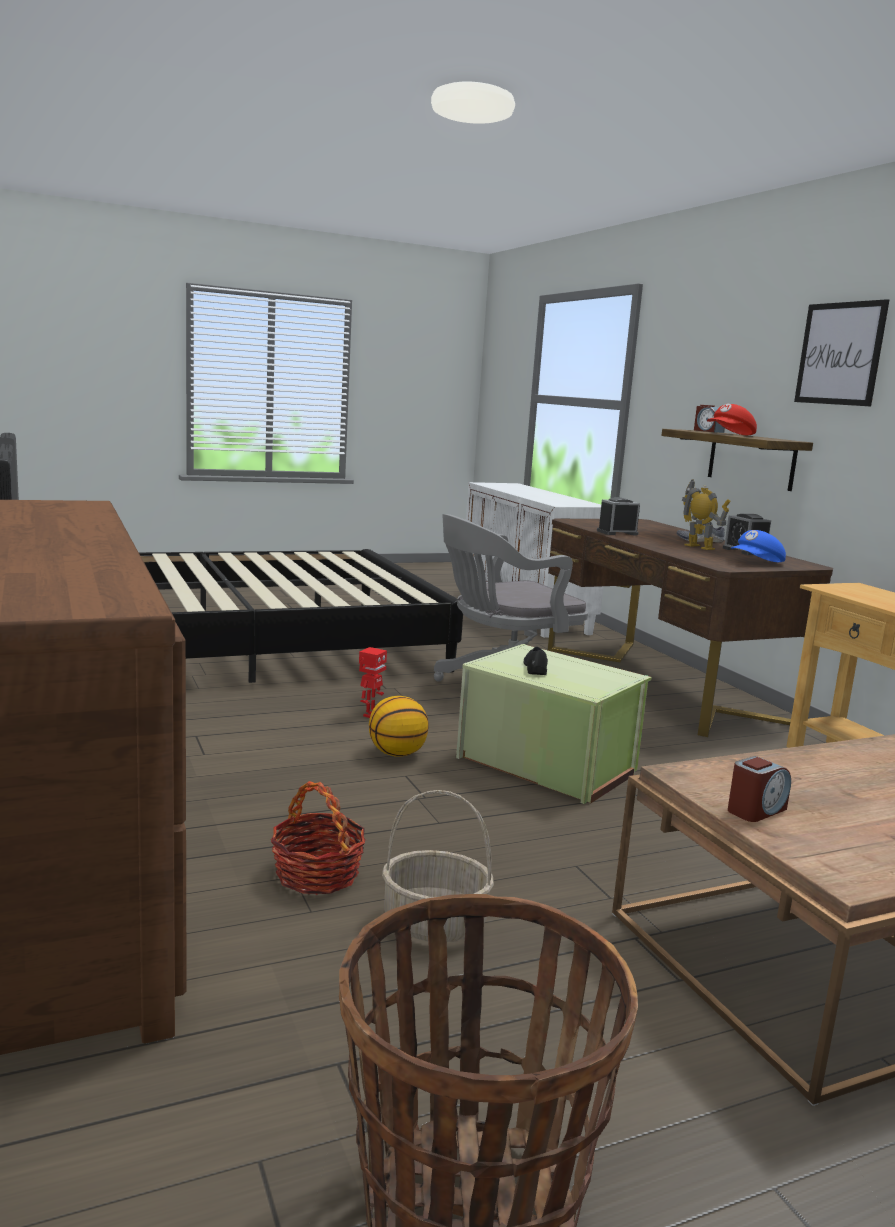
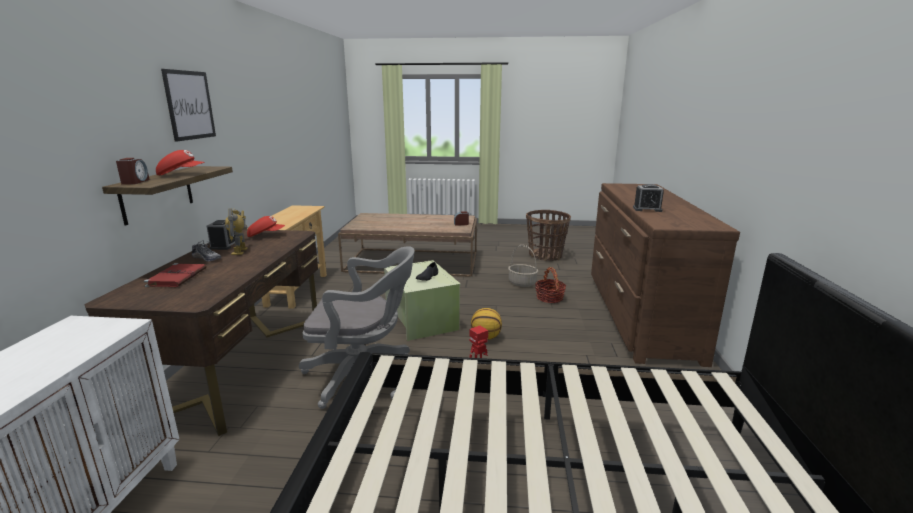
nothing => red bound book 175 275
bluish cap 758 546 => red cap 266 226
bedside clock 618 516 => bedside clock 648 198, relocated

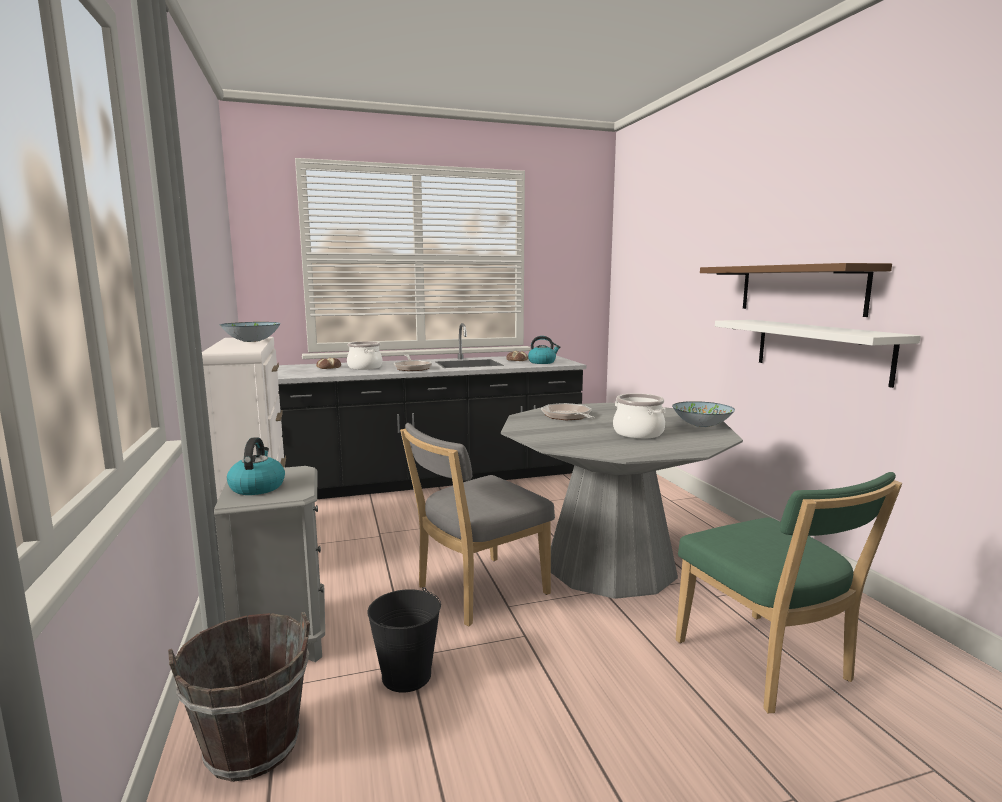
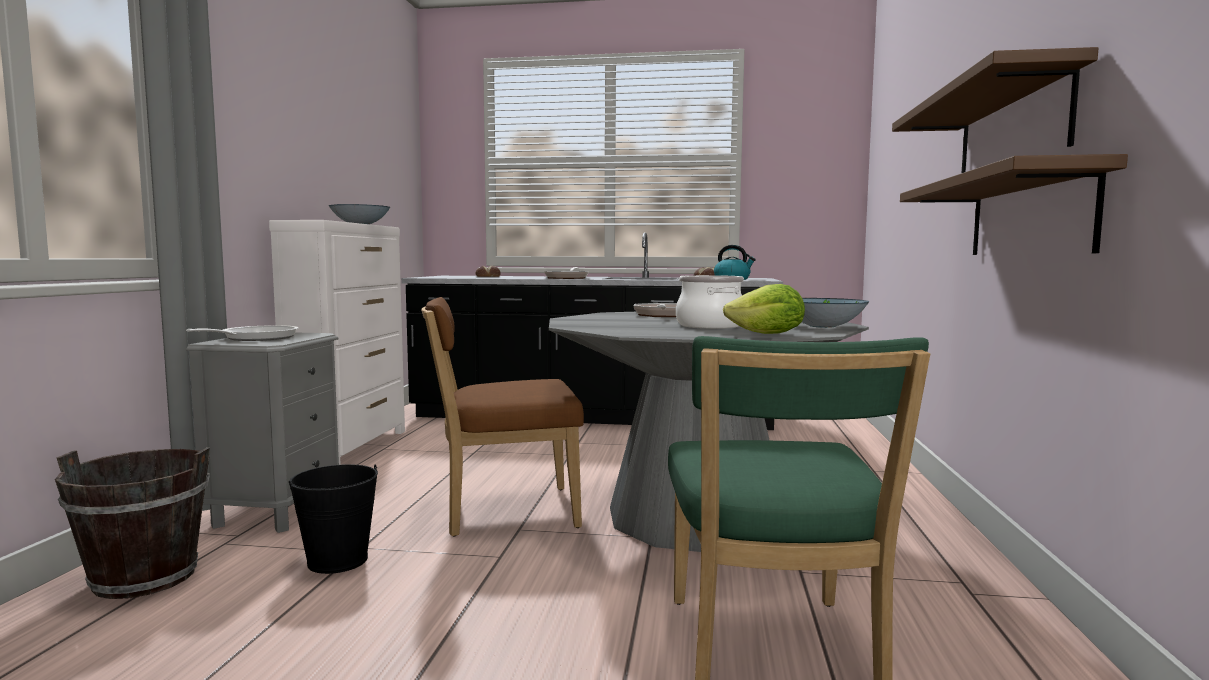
water kettle 256 466 => pan 242 333
grey upright chair 477 524 => brownish upright chair 502 417
nothing => head of lettuce 764 309
white wall shelf 818 354 => brownish wall shelf 1014 204
stockpot 364 355 => nothing

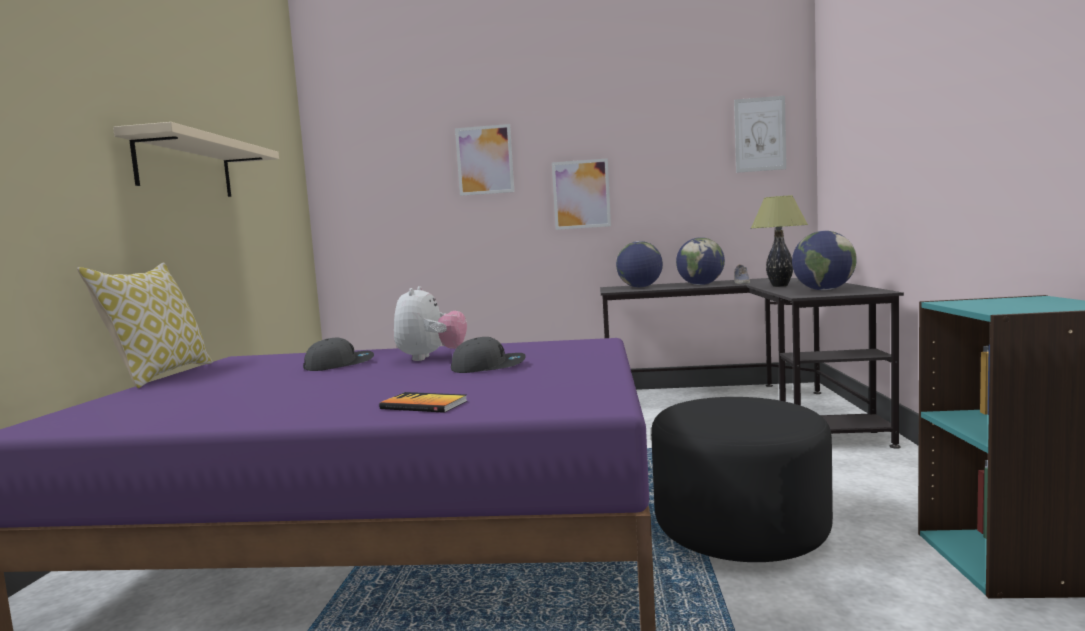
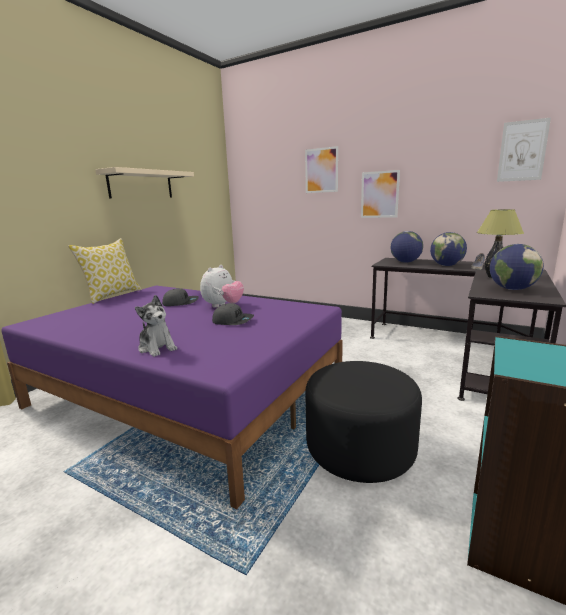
bound book 423 402 => plush toy 156 326

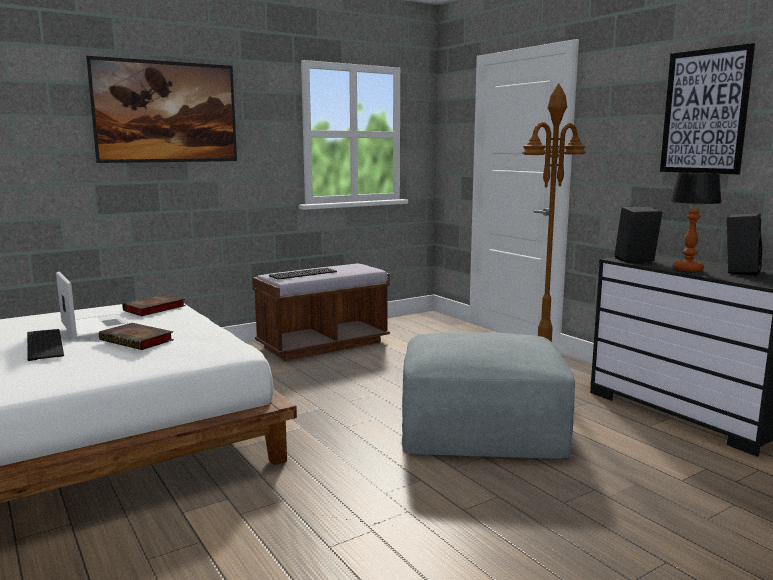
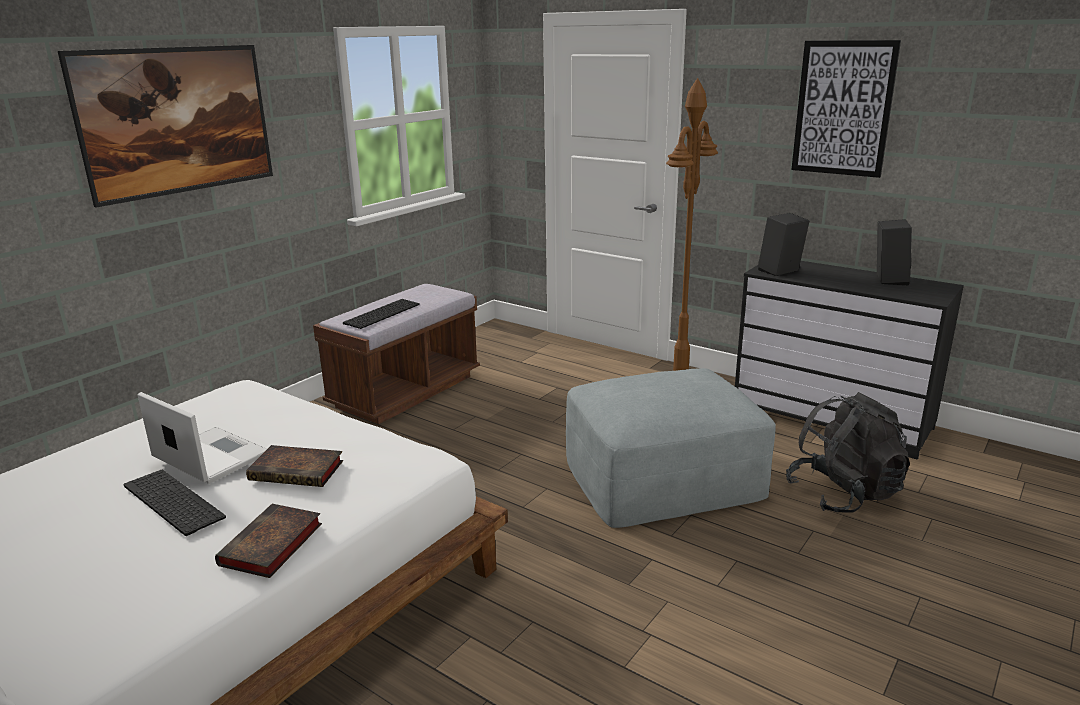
bound book 154 305 => bound book 268 541, relocated
nothing => black-coloured backpack 848 452
lamp for a table 696 222 => nothing

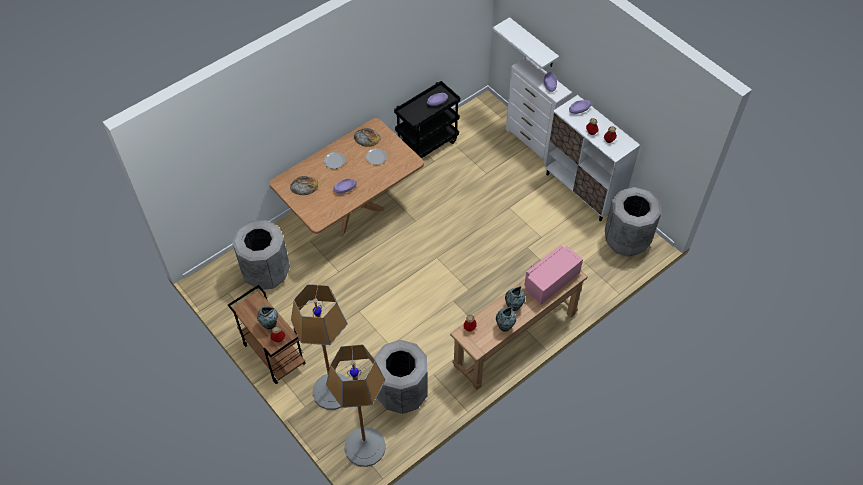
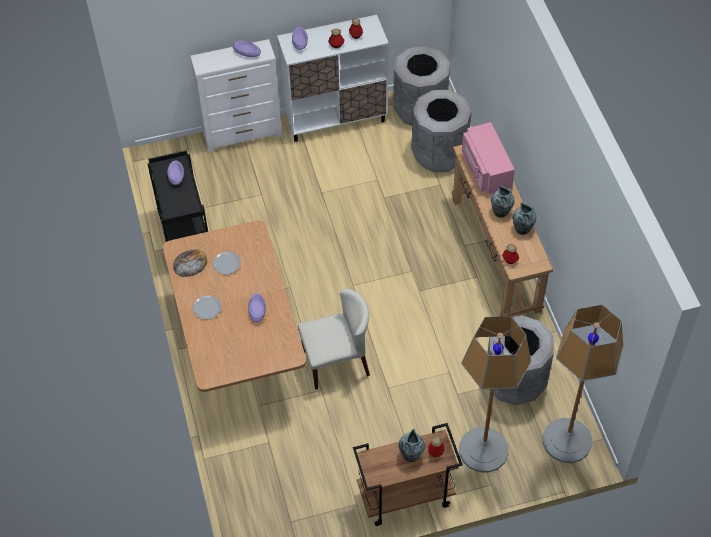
nothing => beige-coloured upright chair 334 339
grey waste bin 261 255 => grey waste bin 441 131, relocated
baked bread 304 185 => nothing
white wall shelf 525 43 => nothing

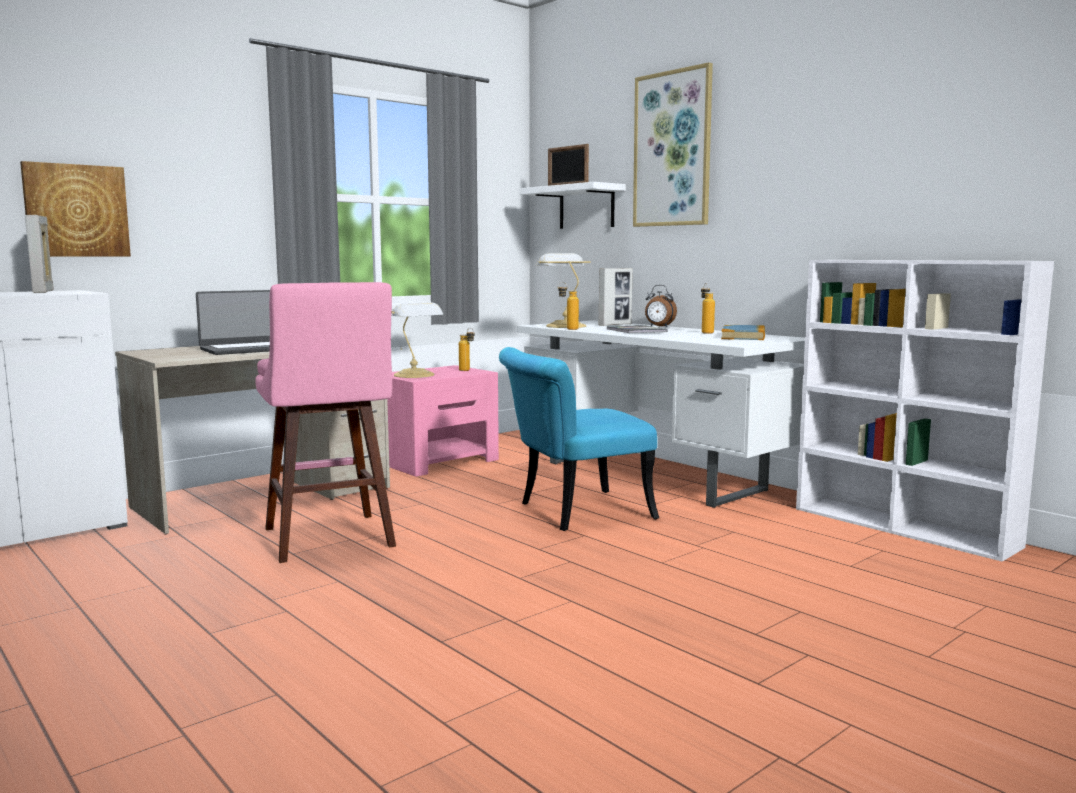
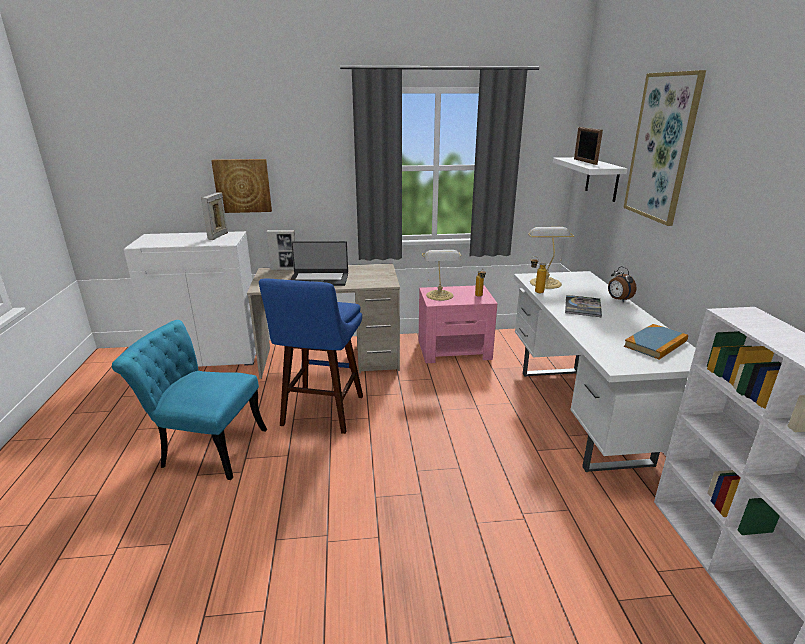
turquoise-coloured upright chair 579 439 => turquoise-coloured upright chair 189 400, relocated
pinkish stool seat 325 422 => bluish stool seat 311 356
standing frame 615 297 => standing frame 281 250, relocated
drink bottle 708 308 => nothing

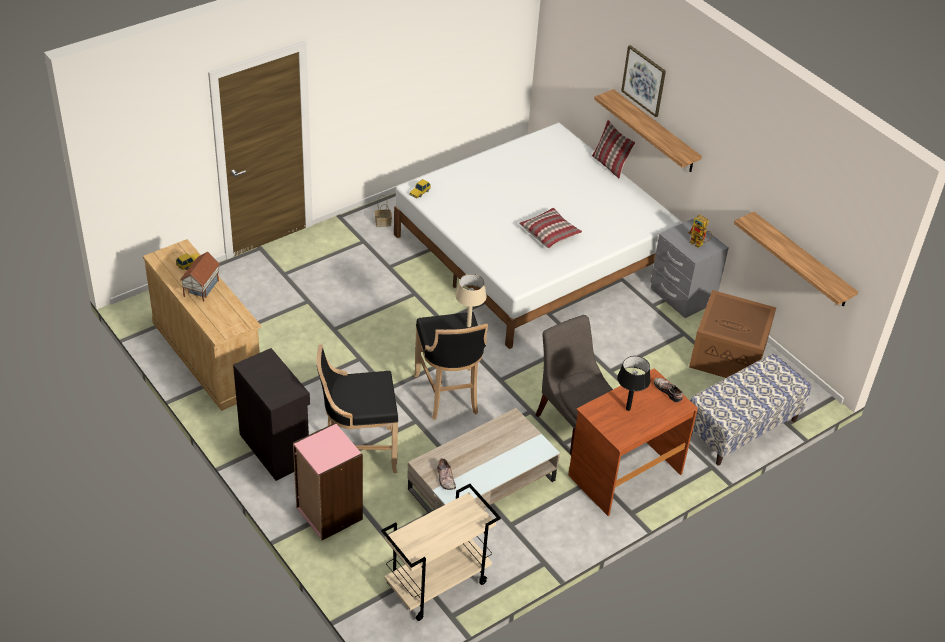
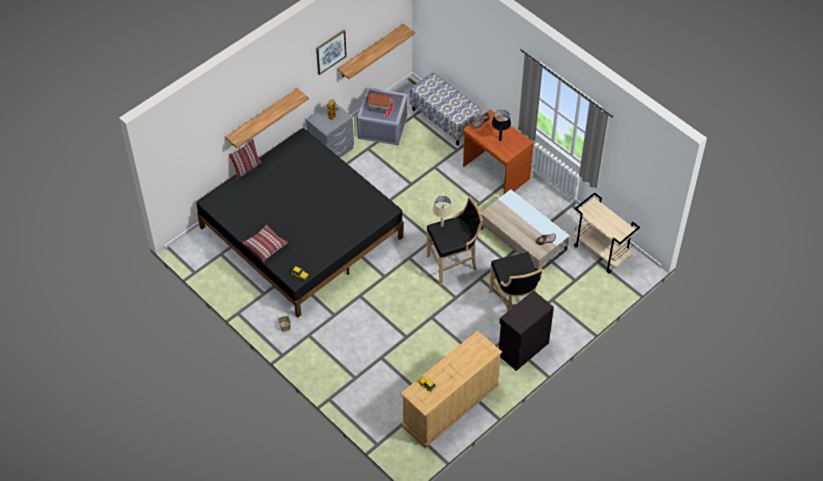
white bed 538 236 => black-coloured bed 299 223
throw pillow 550 228 => throw pillow 265 243, relocated
picture 643 81 => picture 331 52, relocated
brownish storage bin 732 334 => grey storage bin 382 116
toy house 200 276 => toy house 380 104, relocated
pinkish bookshelf 328 481 => nothing
grey upright chair 574 385 => nothing

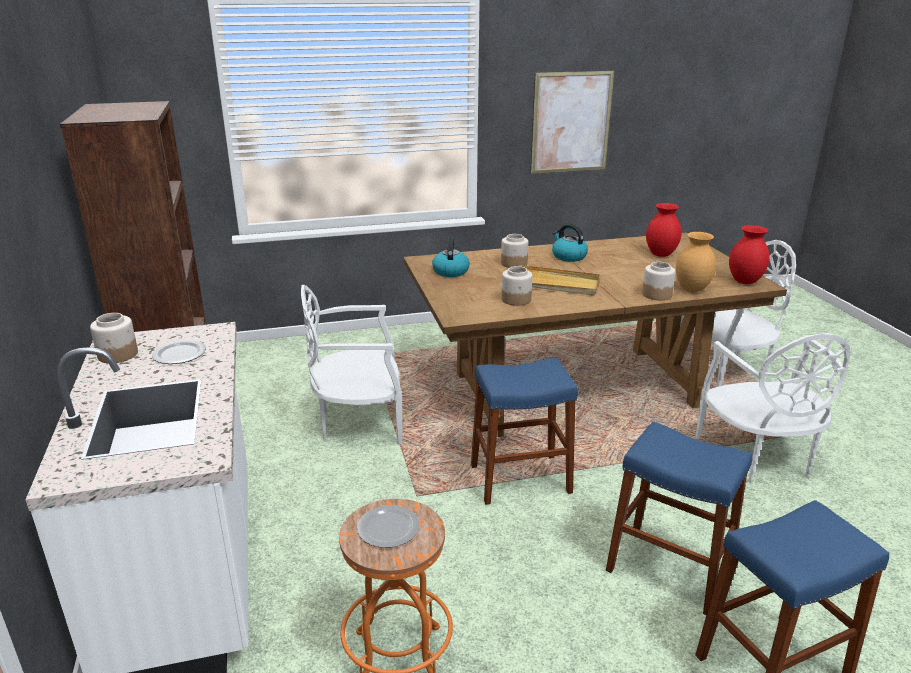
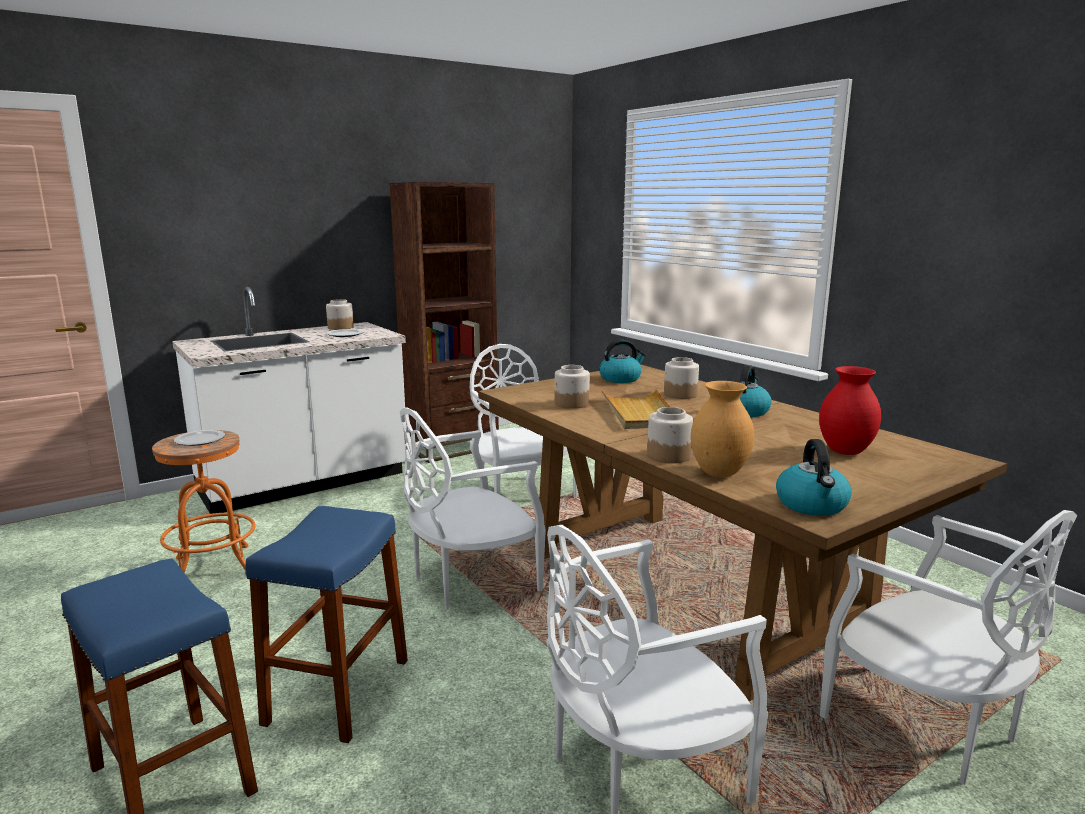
bluish stool seat 524 431 => white upright chair 473 508
red flower vase 749 254 => water kettle 814 477
picture 572 122 => nothing

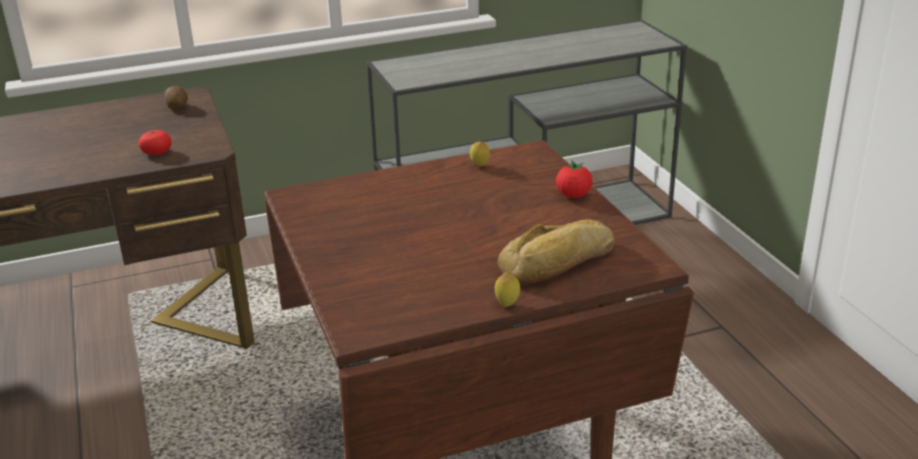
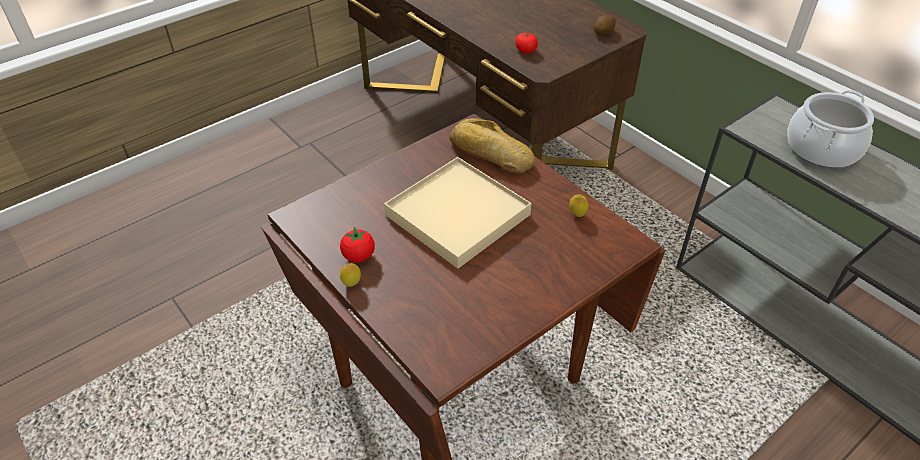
whole tomato 574 179 => whole tomato 357 245, relocated
nothing => beige-coloured carrying tray 458 213
baked bread 556 252 => baked bread 492 146, relocated
nothing => stockpot 830 129

